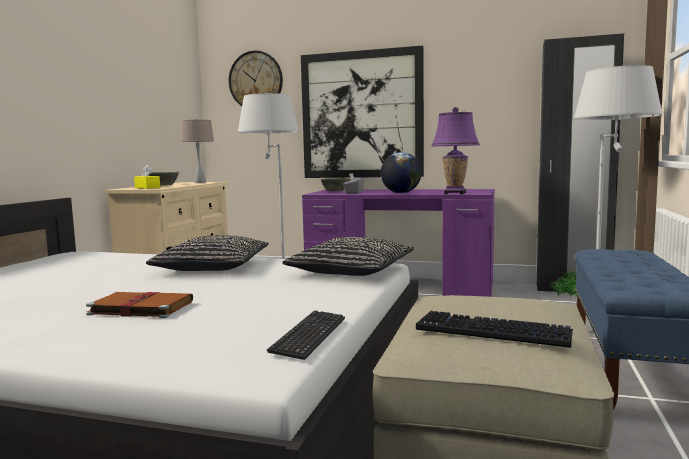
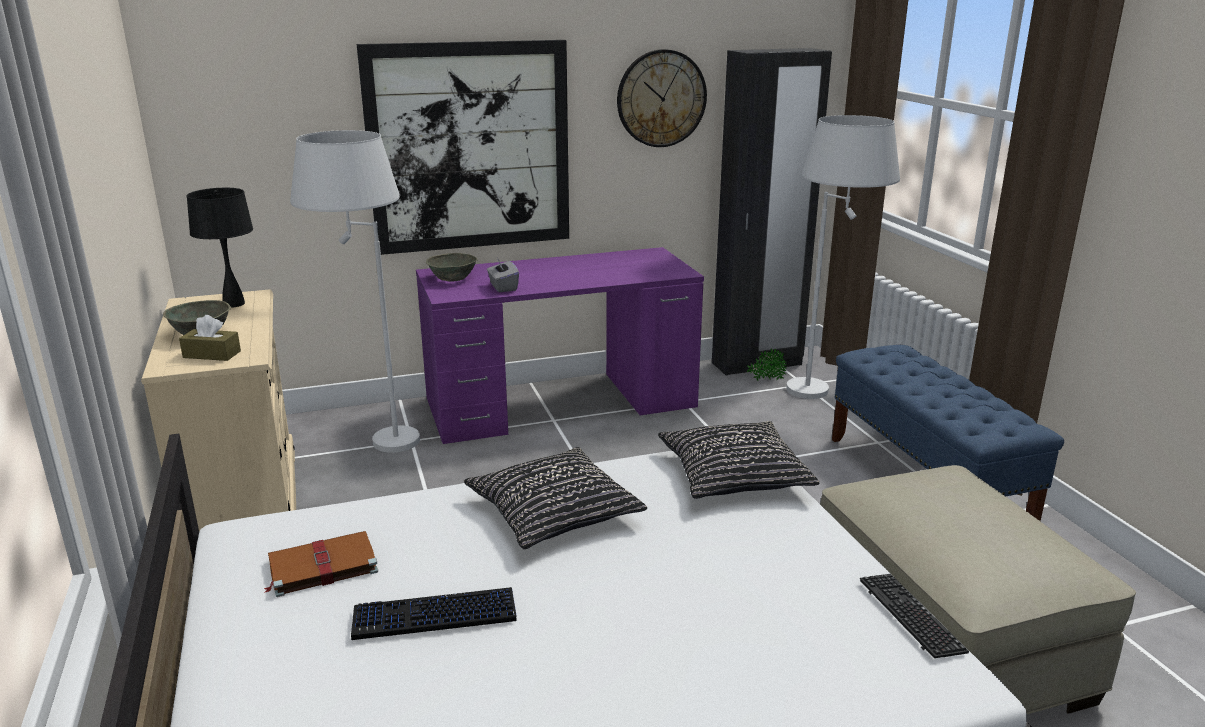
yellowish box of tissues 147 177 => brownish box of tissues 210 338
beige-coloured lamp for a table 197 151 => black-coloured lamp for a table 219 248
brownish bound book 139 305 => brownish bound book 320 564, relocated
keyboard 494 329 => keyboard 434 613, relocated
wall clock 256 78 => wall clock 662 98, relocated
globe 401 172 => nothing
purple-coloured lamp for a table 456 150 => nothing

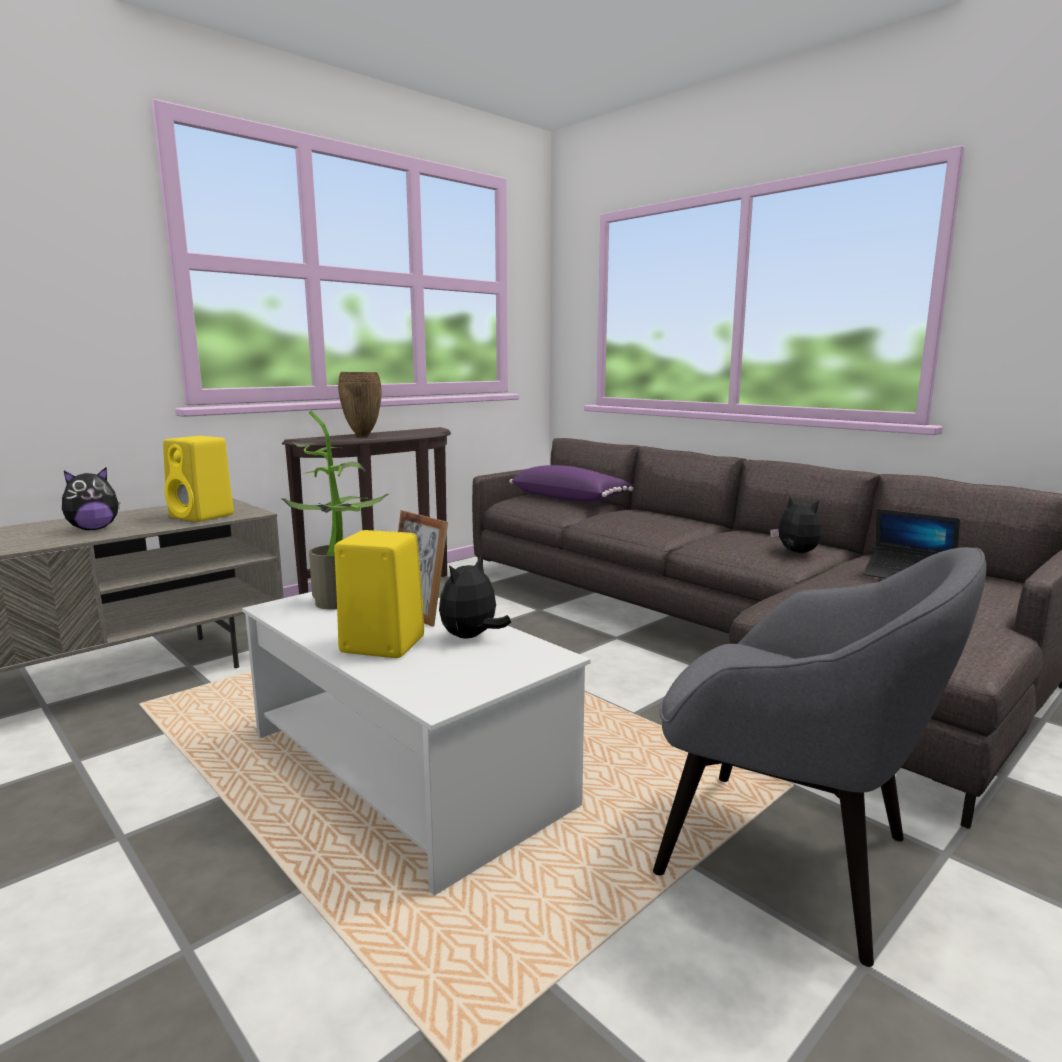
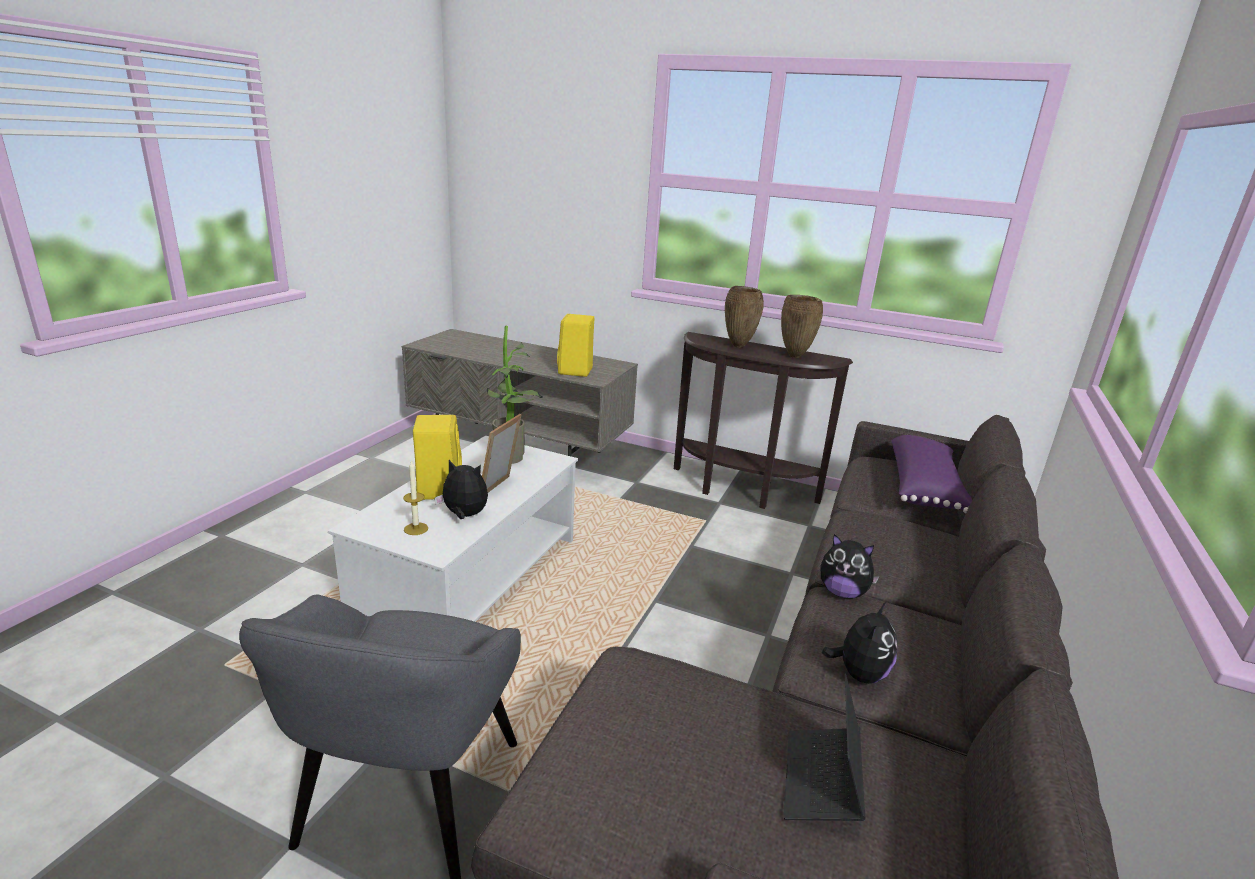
nothing => wax light 415 497
nothing => brownish flower vase 802 326
plush toy 91 499 => plush toy 850 566, relocated

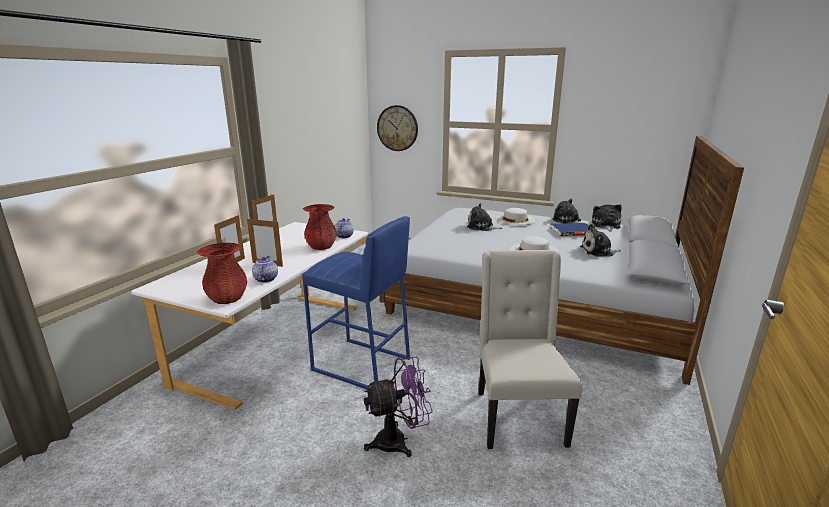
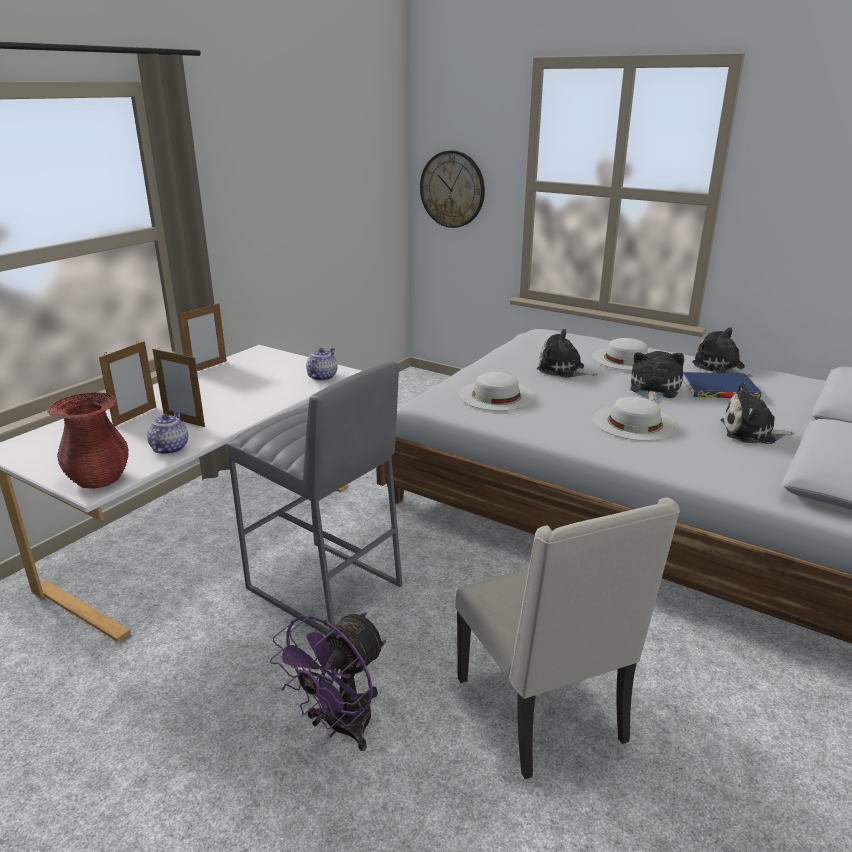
bluish stool seat 356 302 => grey stool seat 314 498
purple-coloured cooling fan 398 407 => purple-coloured cooling fan 328 681, 135 degrees clockwise
beige-coloured upright chair 530 349 => beige-coloured upright chair 567 638, 150 degrees clockwise
nothing => white clothing hat 497 391
plush toy 607 218 => plush toy 657 376, relocated
red flower vase 320 227 => nothing

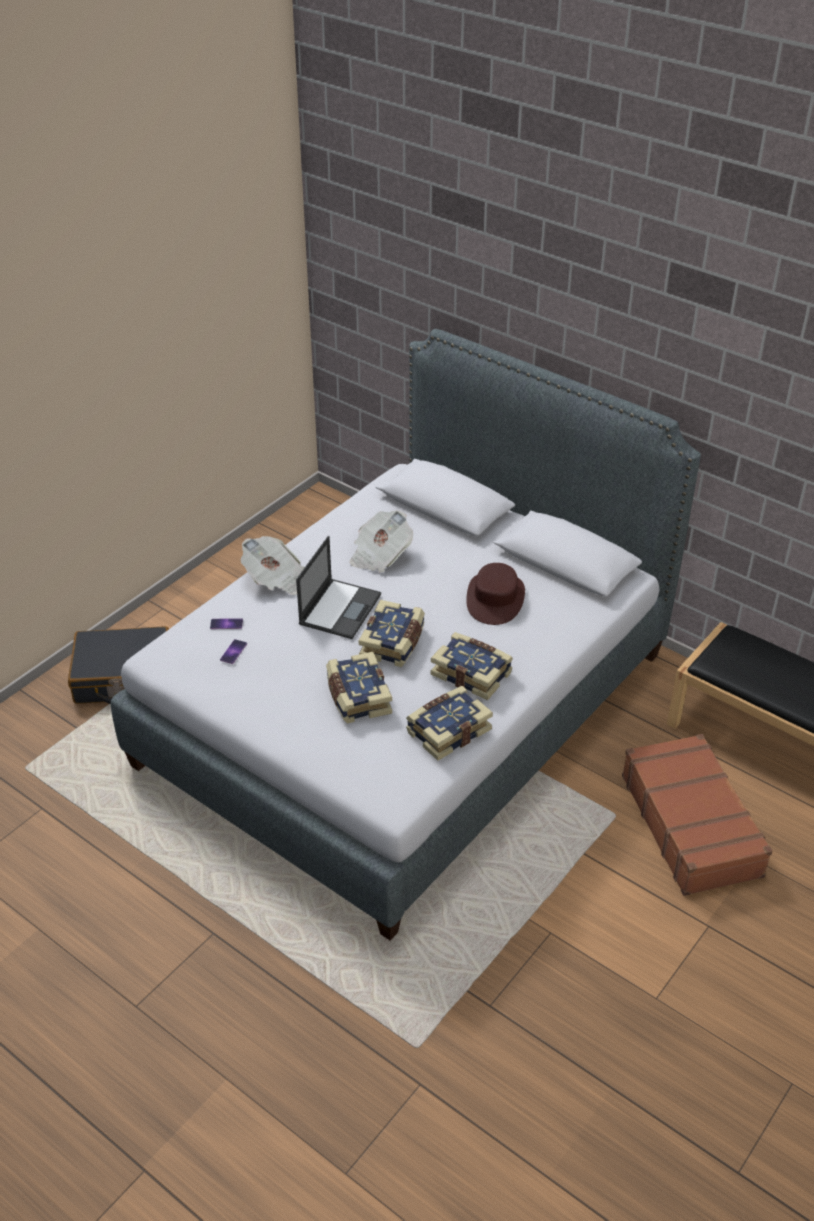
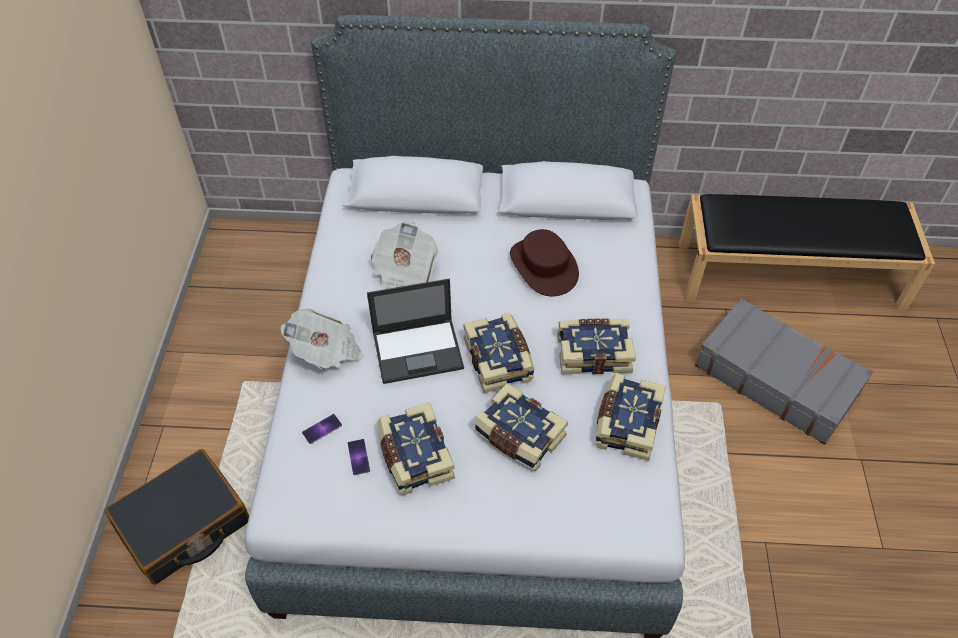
notebook computer 338 587 => notebook computer 415 331, 90 degrees clockwise
nothing => bound book 416 449
brownish piece of luggage 697 815 => grey piece of luggage 784 371

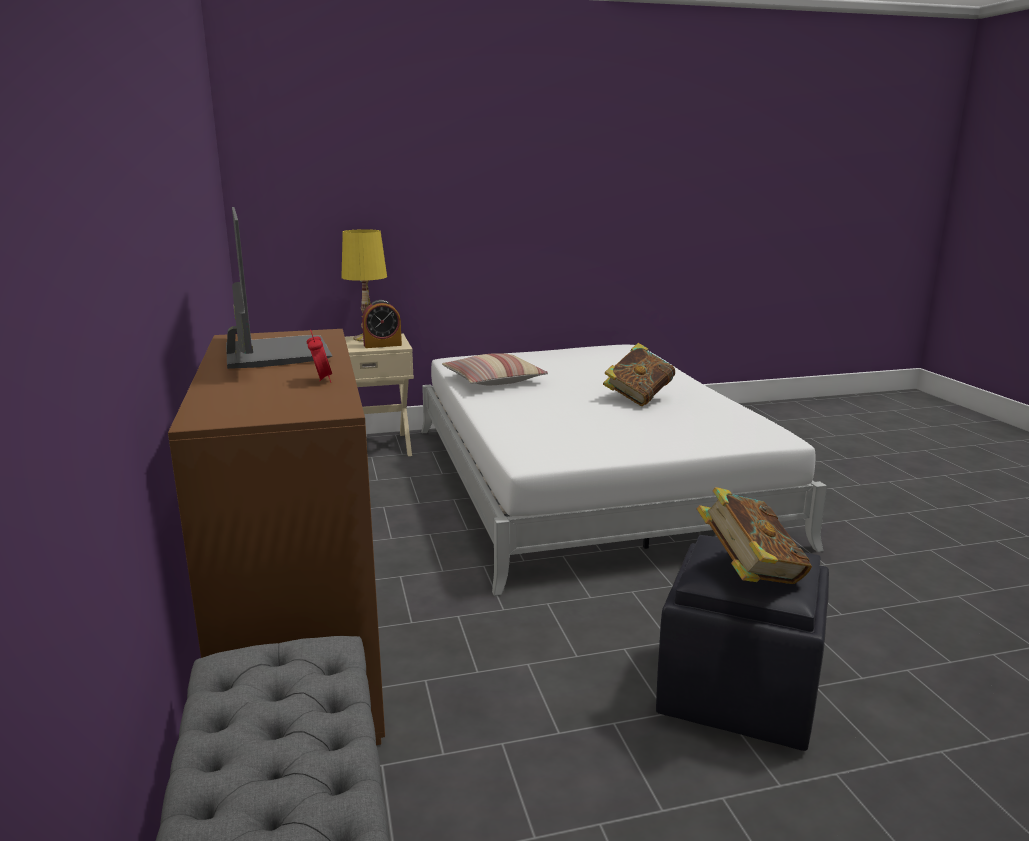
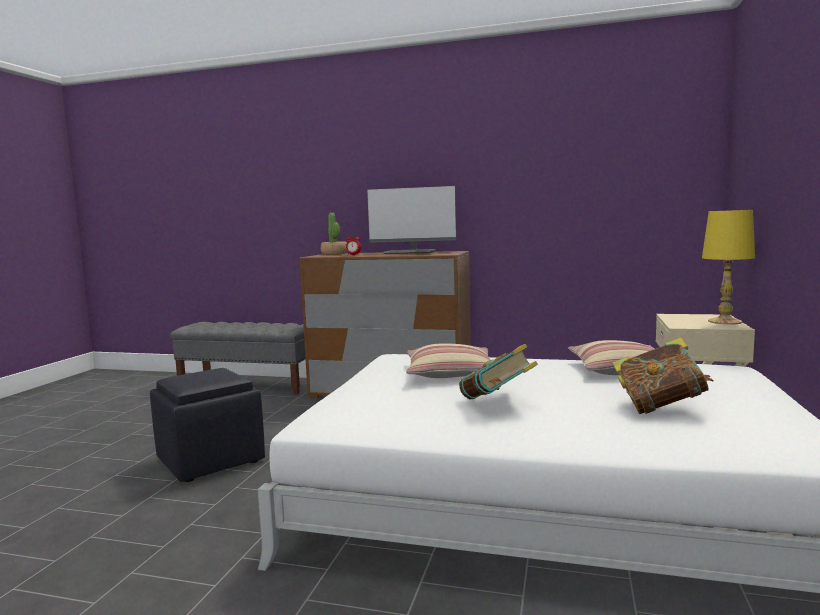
nothing => plant in a pot 334 234
nothing => throw pillow 448 360
bound book 754 535 => bound book 663 375, relocated
bedside clock 382 324 => nothing

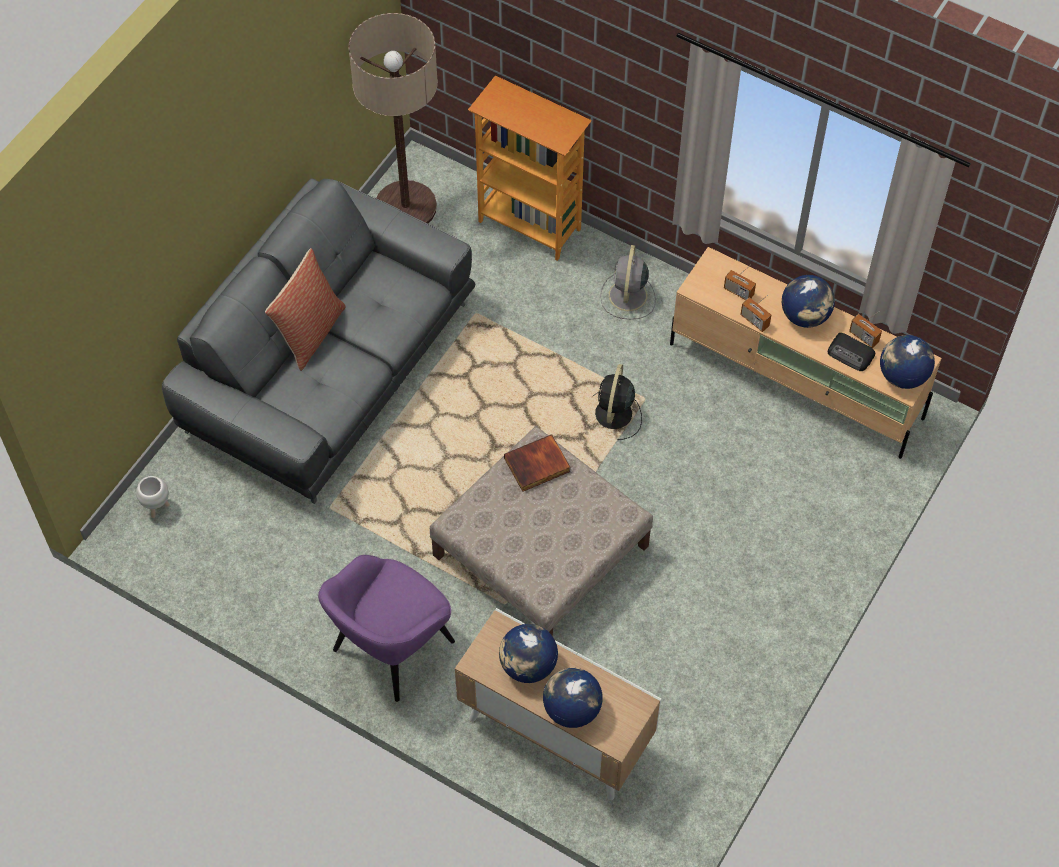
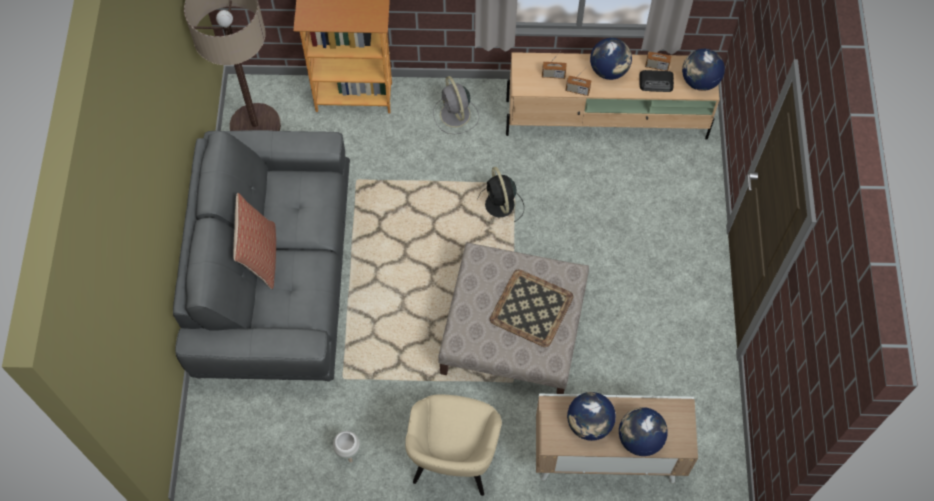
white flower pot 153 497 => white flower pot 346 446, relocated
purple-coloured armchair 386 628 => beige-coloured armchair 453 445
nothing => carrying tray 531 308
bound book 537 463 => nothing

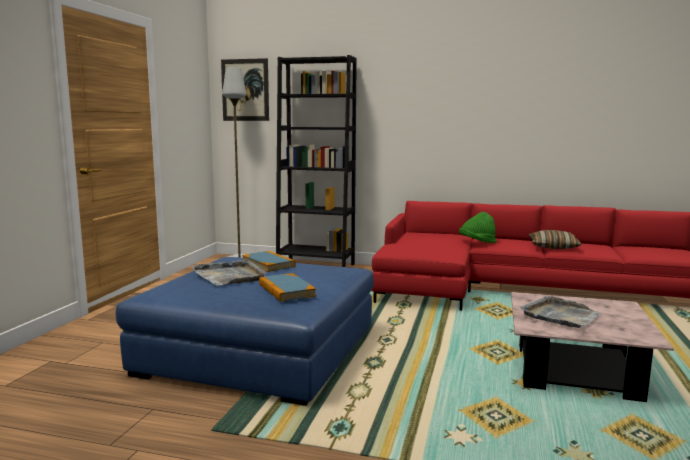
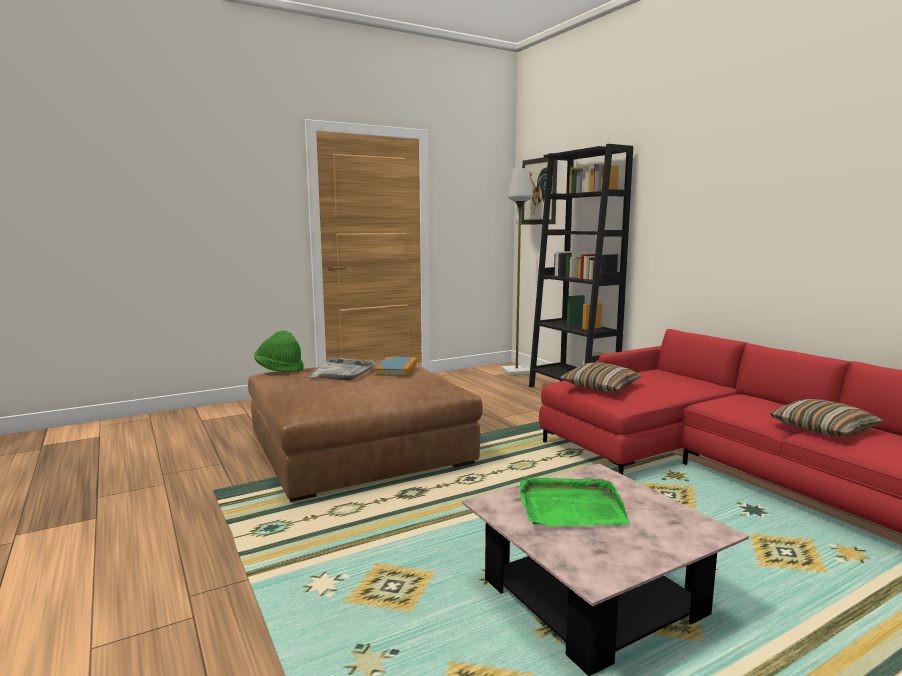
bluish pouffe 245 331 => brownish pouffe 365 431
greenish clothing hat 477 227 => greenish clothing hat 279 352, relocated
grey carrying tray 560 312 => greenish carrying tray 575 501
nothing => throw pillow 601 376
bound book 287 287 => nothing

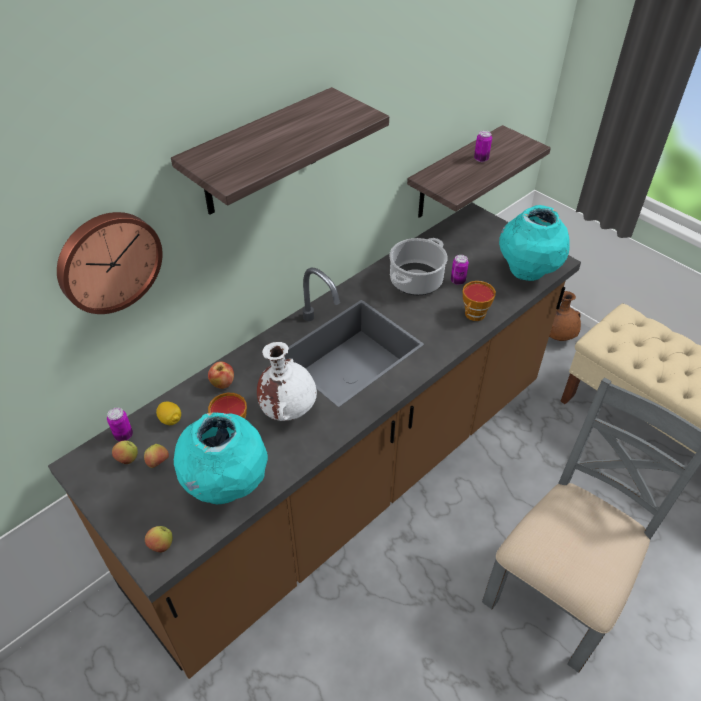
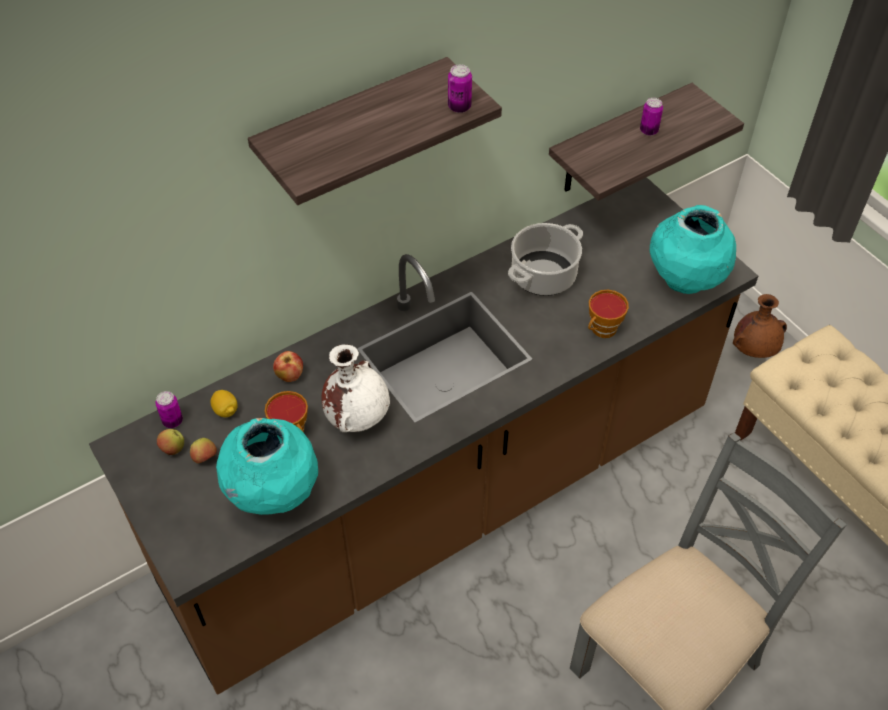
metal can 460 270 => metal can 460 88, relocated
wall clock 110 263 => nothing
apple fruit 159 539 => nothing

